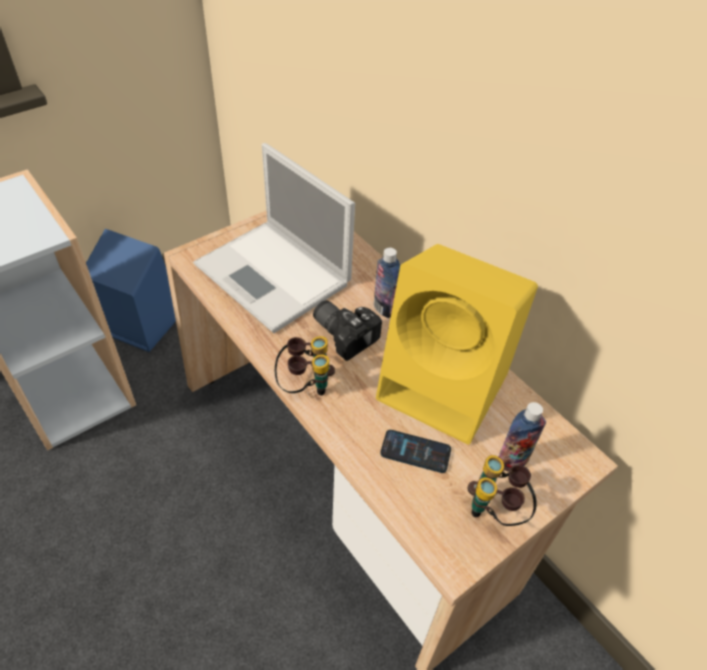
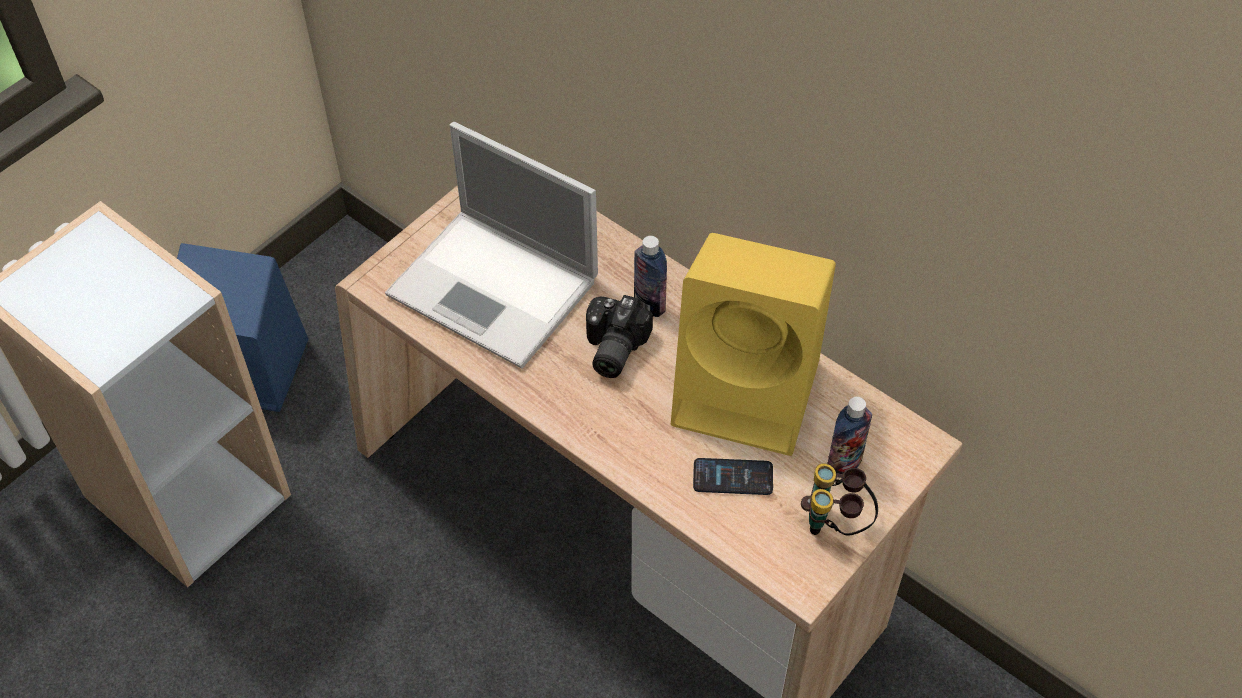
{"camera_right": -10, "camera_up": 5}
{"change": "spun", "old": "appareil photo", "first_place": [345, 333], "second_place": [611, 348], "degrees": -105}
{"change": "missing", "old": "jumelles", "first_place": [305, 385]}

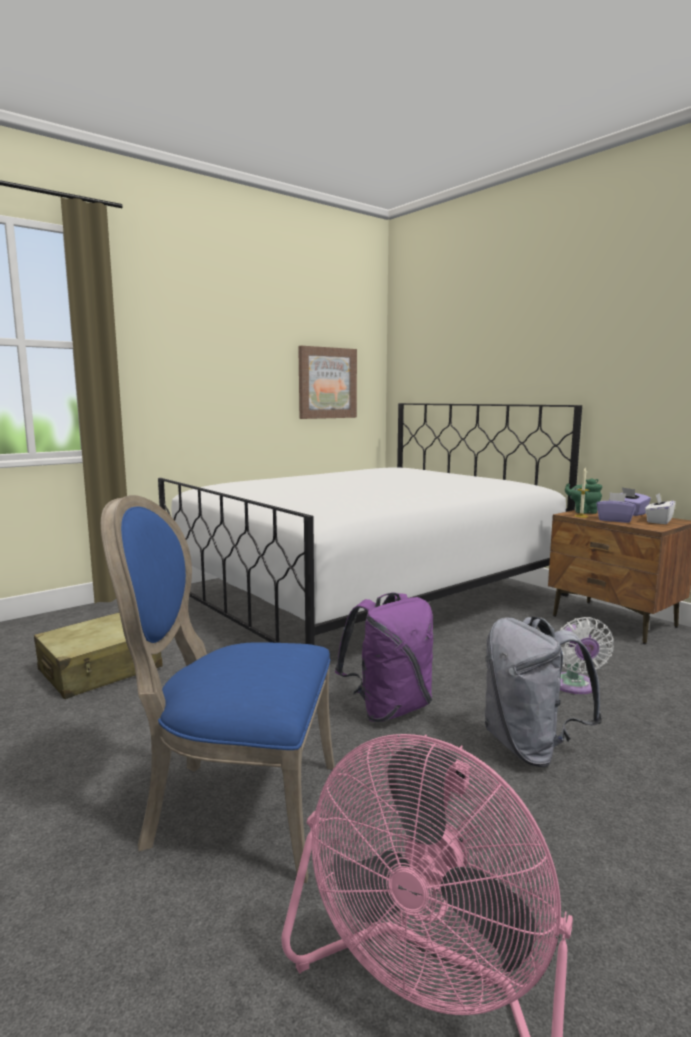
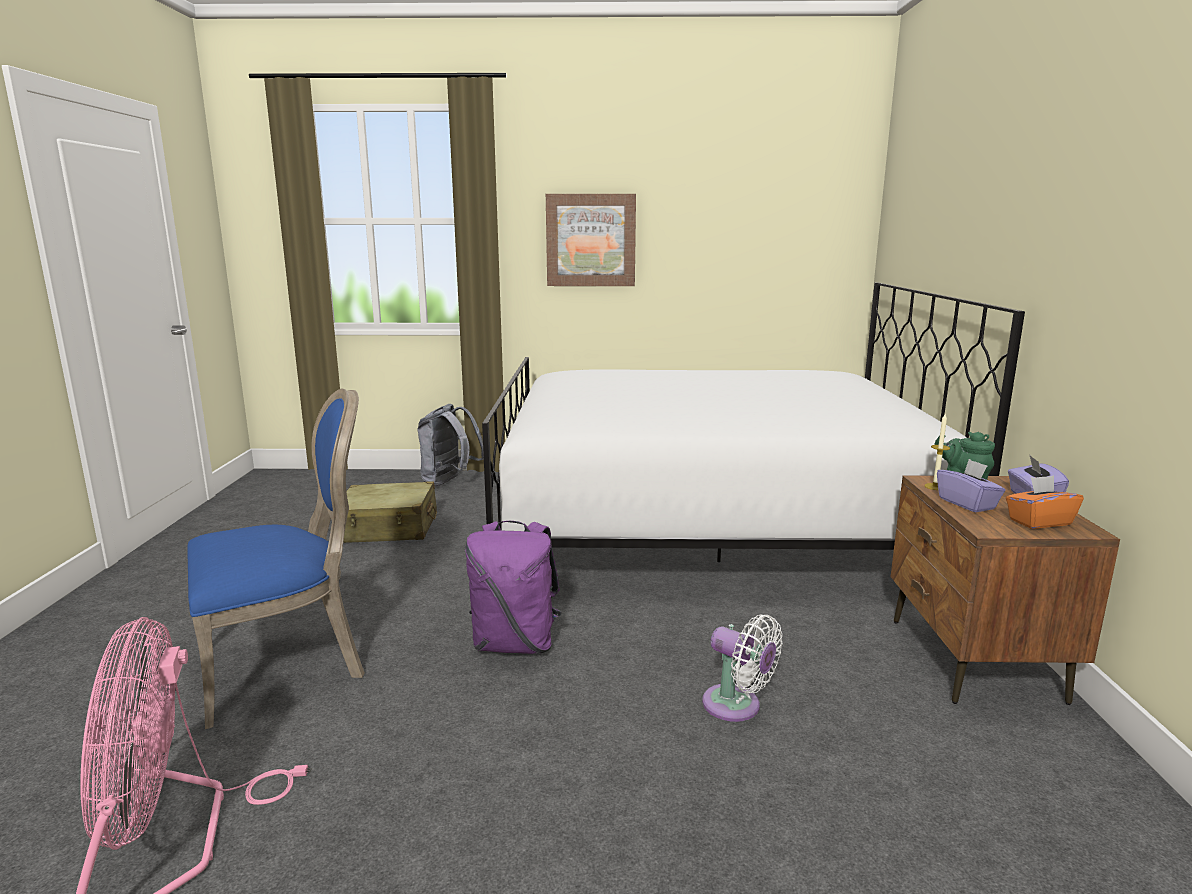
{"camera_right": 40, "camera_up": 5}
{"change": "relocated", "old": "tableau", "first_place": [327, 383], "second_place": [591, 240]}
{"change": "colour", "old": "boîte à mouchoirs [blanc]", "new": "boîte à mouchoirs [orange]", "first_place": [658, 521], "second_place": [1039, 522]}
{"change": "spun", "old": "chaise [bleu]", "first_place": [235, 809], "second_place": [288, 664], "degrees": 105}
{"change": "relocated", "old": "sac à dos [gris]", "first_place": [531, 748], "second_place": [449, 482]}
{"change": "spun", "old": "ventilateur [blanc]", "first_place": [574, 686], "second_place": [737, 706], "degrees": -90}

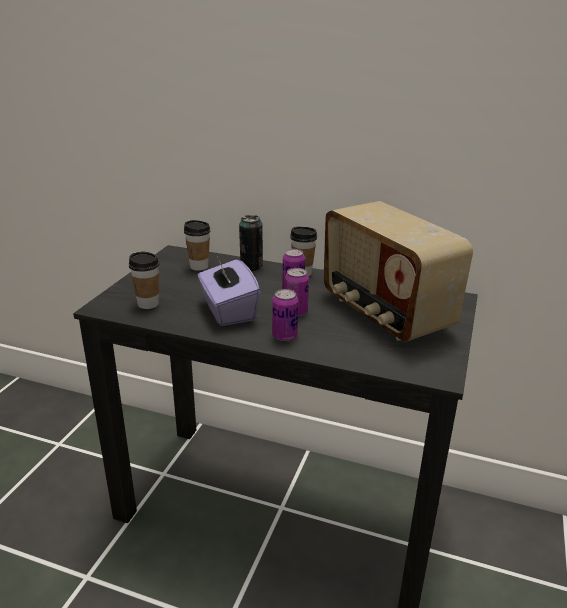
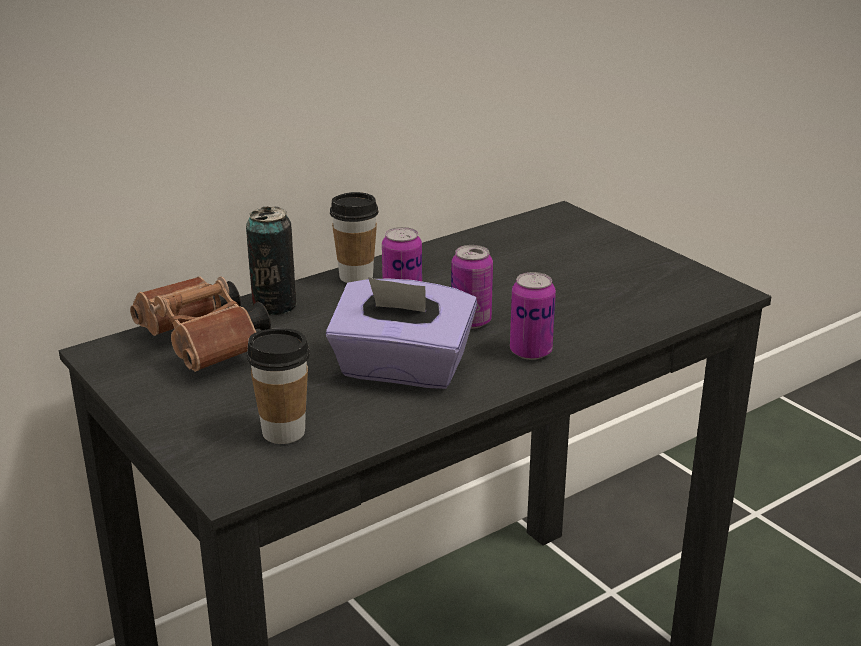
{"camera_right": -55, "camera_up": 0}
{"change": "missing", "old": "radio", "first_place": [384, 313]}
{"change": "exchanged", "old": "tasse", "new": "jumelles [marron]", "first_place": [199, 266], "second_place": [205, 347]}

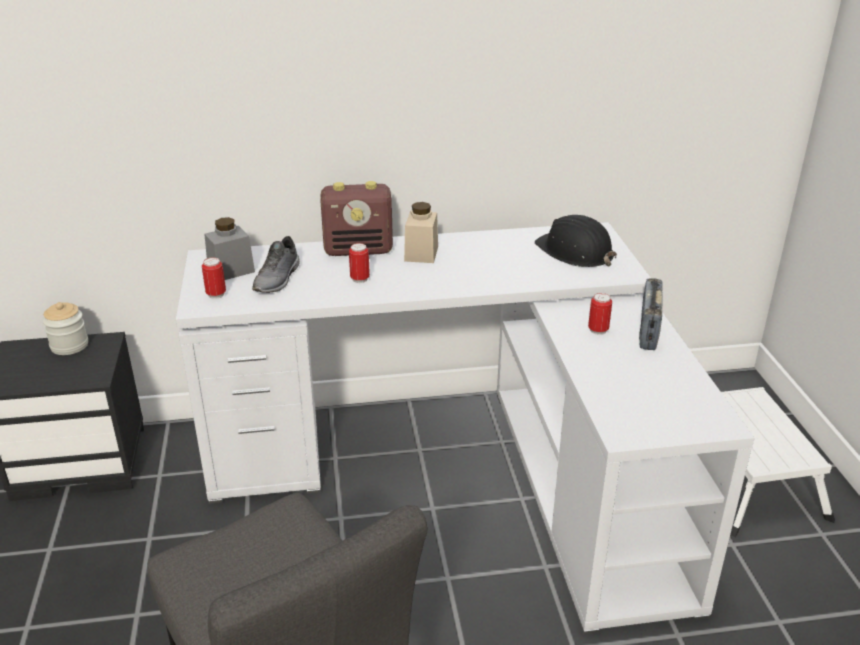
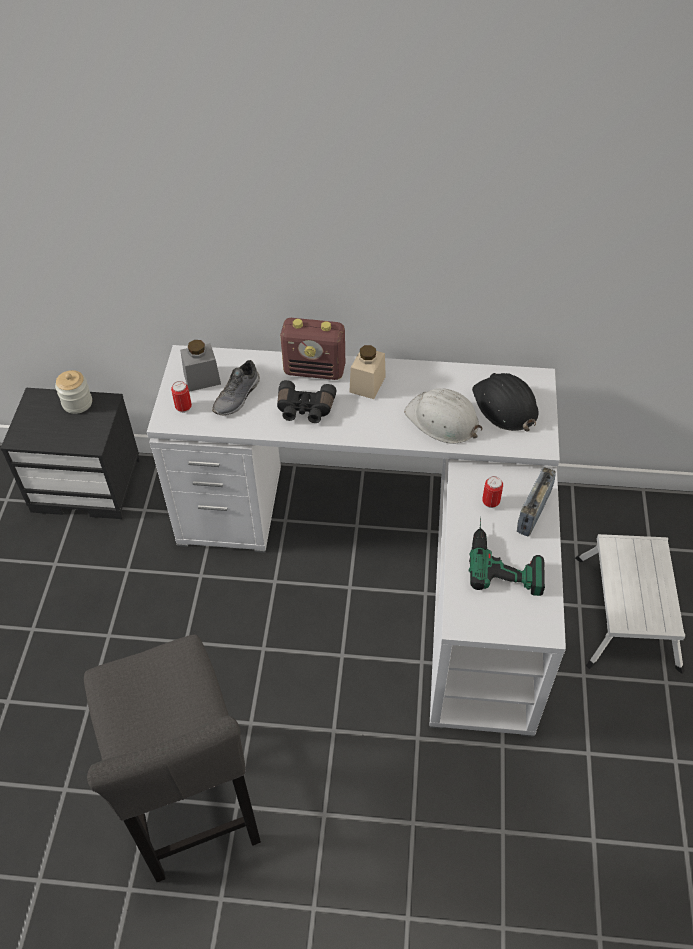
{"camera_right": 15, "camera_up": 20}
{"change": "exchanged", "old": "boîte métallique", "new": "jumelles [noir]", "first_place": [360, 279], "second_place": [304, 409]}
{"change": "appeared", "new": "casque de chantier [blanc]", "second_place": [442, 420]}
{"change": "appeared", "new": "perceuse", "second_place": [505, 558]}

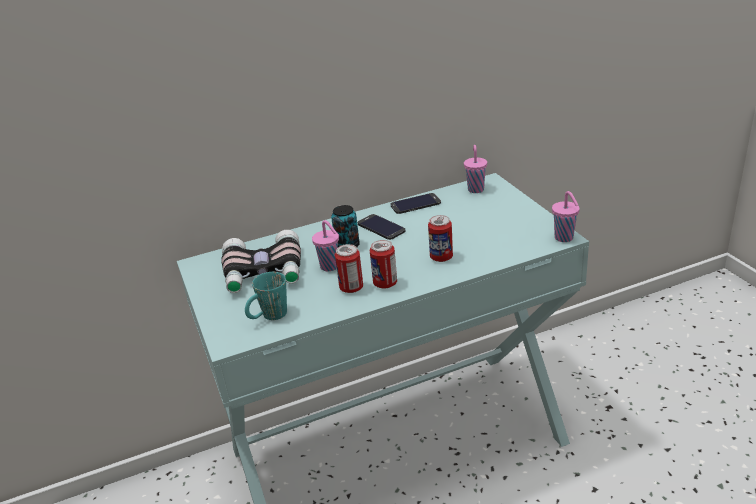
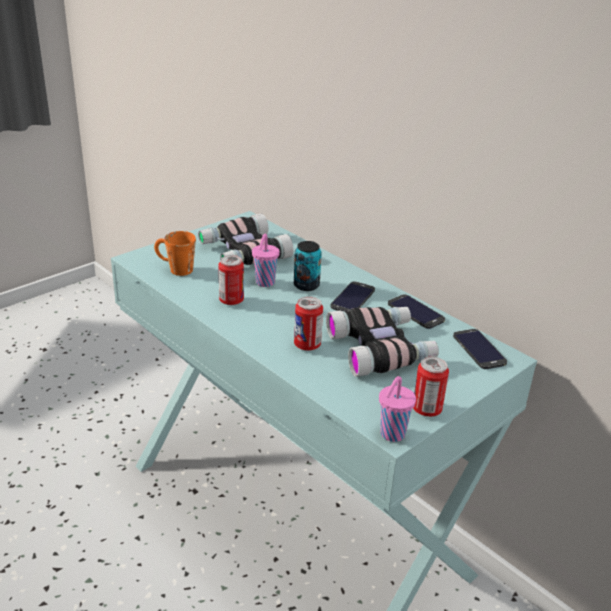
{"camera_right": 65, "camera_up": 0}
{"change": "exchanged", "old": "tasse [rose]", "new": "téléphone", "first_place": [475, 189], "second_place": [479, 349]}
{"change": "relocated", "old": "boîte métallique", "first_place": [385, 283], "second_place": [426, 409]}
{"change": "colour", "old": "mug [turquoise]", "new": "mug [orange]", "first_place": [269, 317], "second_place": [174, 269]}
{"change": "appeared", "new": "jumelles", "second_place": [382, 348]}

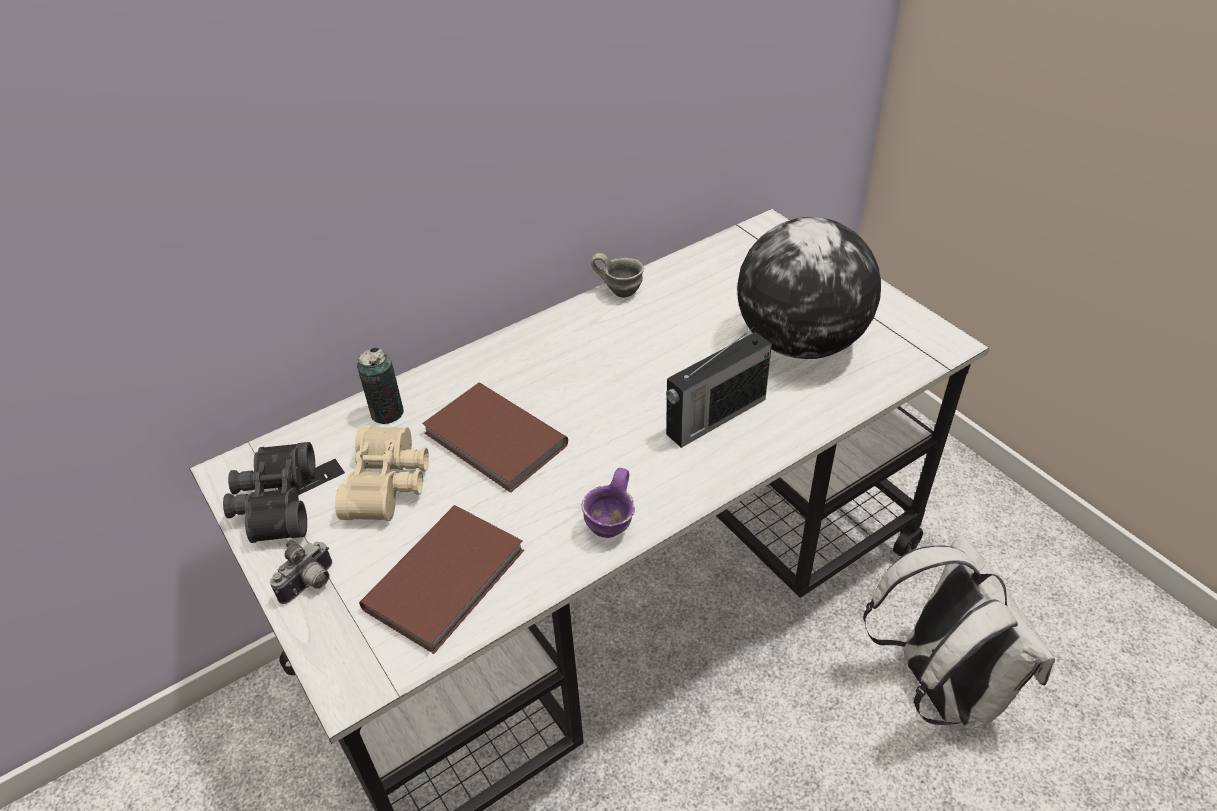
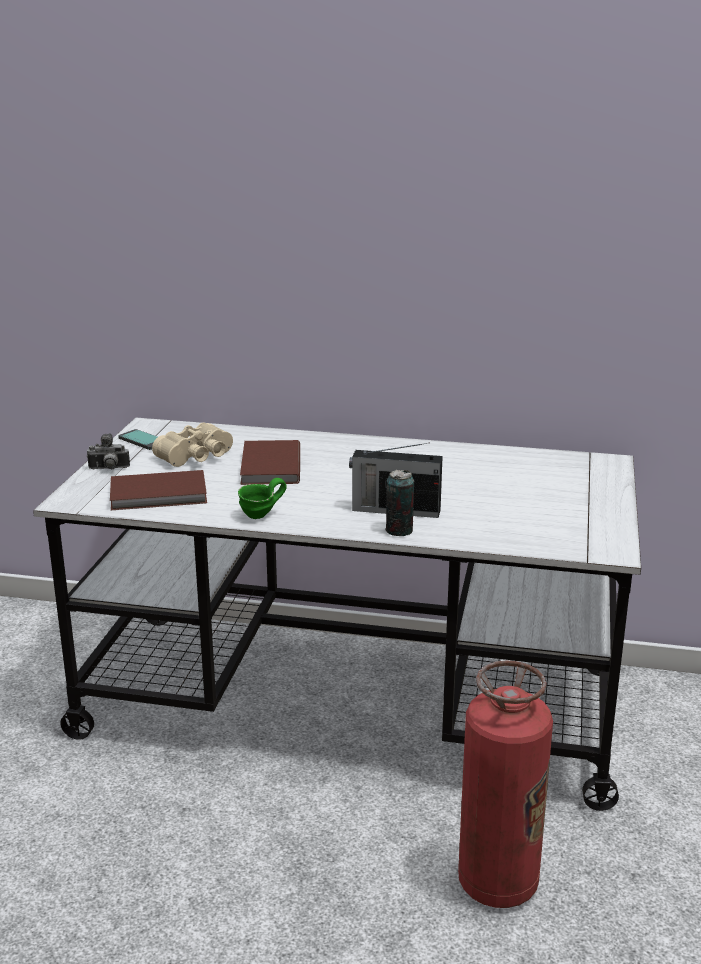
{"camera_right": 45, "camera_up": -20}
{"change": "missing", "old": "globe", "first_place": [800, 343]}
{"change": "missing", "old": "mug [gris]", "first_place": [620, 290]}
{"change": "relocated", "old": "boîte métallique", "first_place": [387, 413], "second_place": [399, 531]}
{"change": "exchanged", "old": "jumelles [noir]", "new": "téléphone", "first_place": [273, 503], "second_place": [143, 440]}
{"change": "colour", "old": "mug [violet]", "new": "mug [vert]", "first_place": [613, 526], "second_place": [261, 516]}
{"change": "exchanged", "old": "sac à dos [blanc]", "new": "extincteur", "first_place": [939, 687], "second_place": [497, 883]}

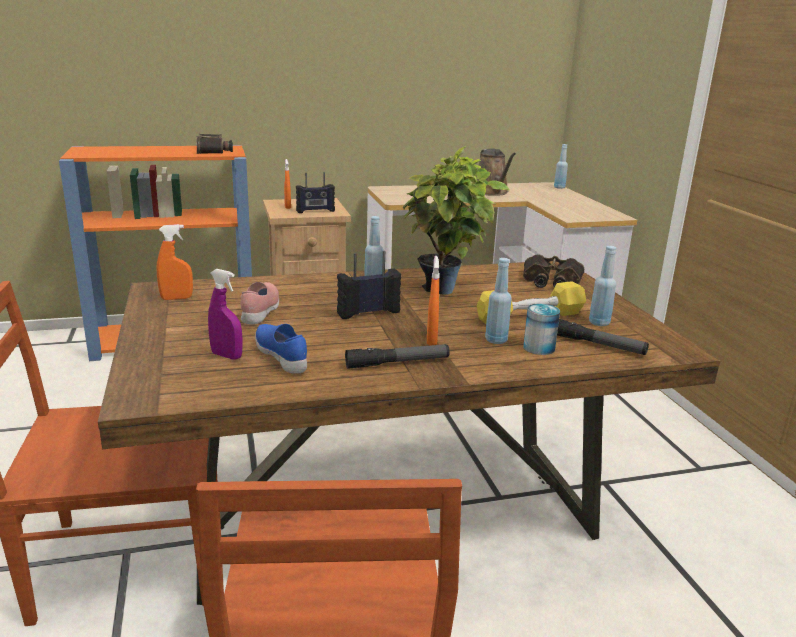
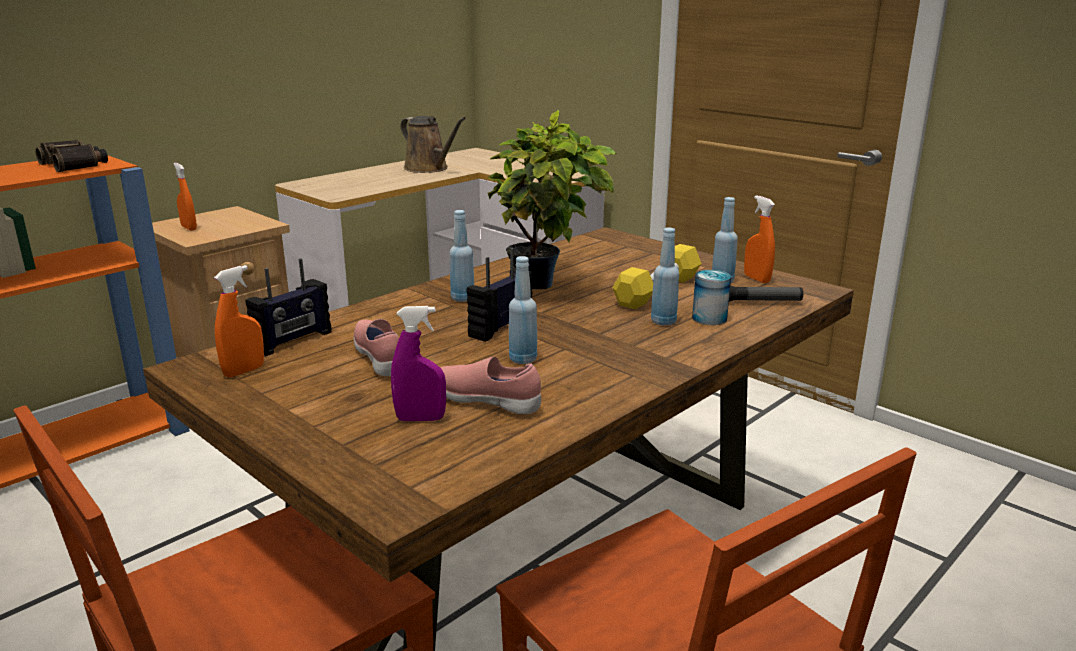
{"camera_right": -30, "camera_up": 0}
{"change": "relocated", "old": "bouteille [bleu]", "first_place": [559, 187], "second_place": [523, 359]}
{"change": "relocated", "old": "radio", "first_place": [315, 211], "second_place": [293, 341]}
{"change": "missing", "old": "jumelles", "first_place": [551, 281]}
{"change": "relocated", "old": "vaporisateur [orange]", "first_place": [431, 340], "second_place": [756, 279]}
{"change": "colour", "old": "chaussure [bleu]", "new": "chaussure [rose]", "first_place": [282, 358], "second_place": [487, 401]}
{"change": "missing", "old": "lampe de poche", "first_place": [397, 363]}

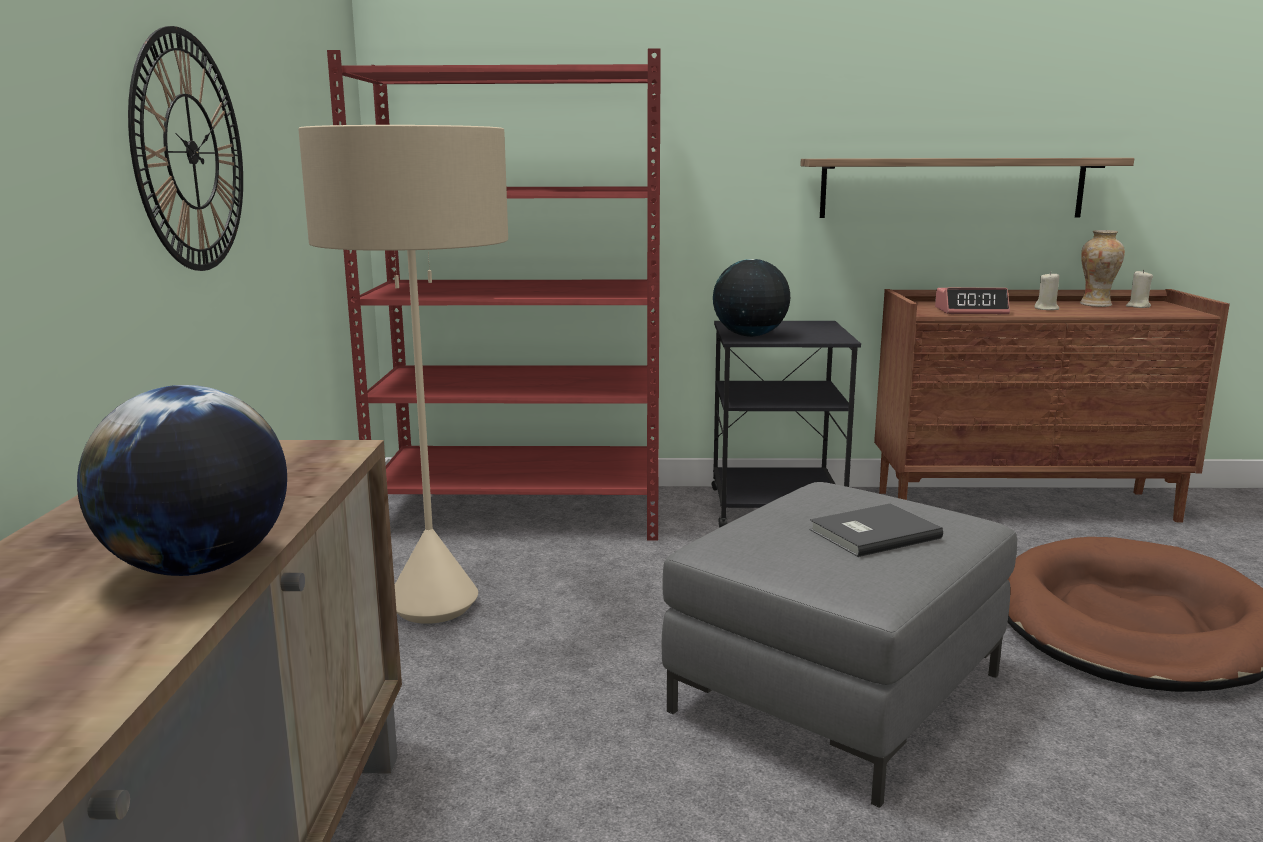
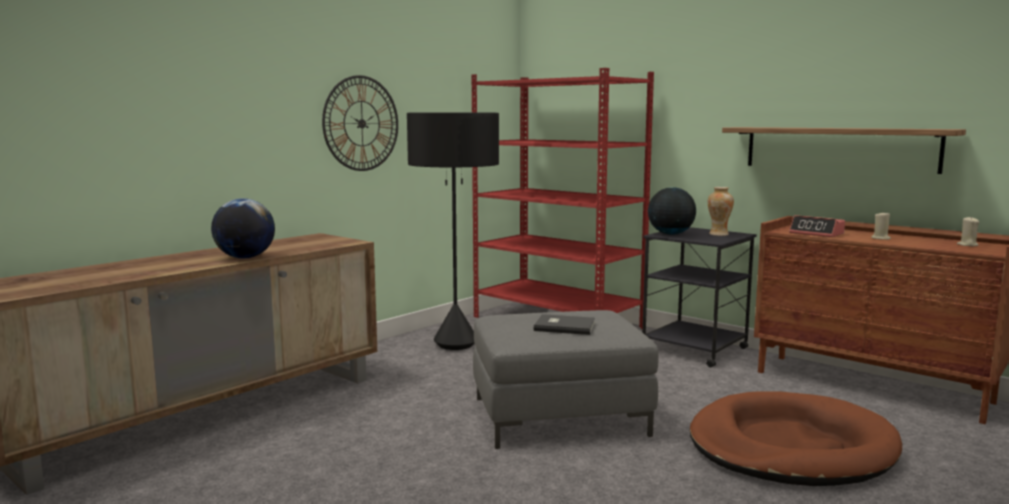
{"camera_right": 40, "camera_up": -5}
{"change": "colour", "old": "lampadaire [beige]", "new": "lampadaire [noir]", "first_place": [433, 607], "second_place": [455, 344]}
{"change": "relocated", "old": "vase", "first_place": [1096, 305], "second_place": [718, 234]}

